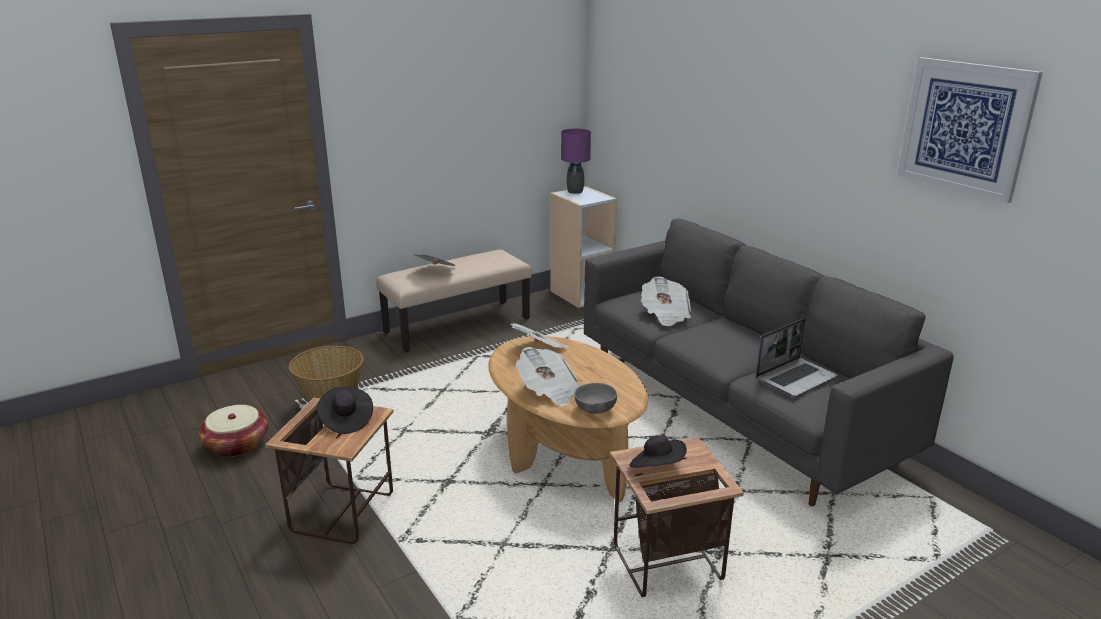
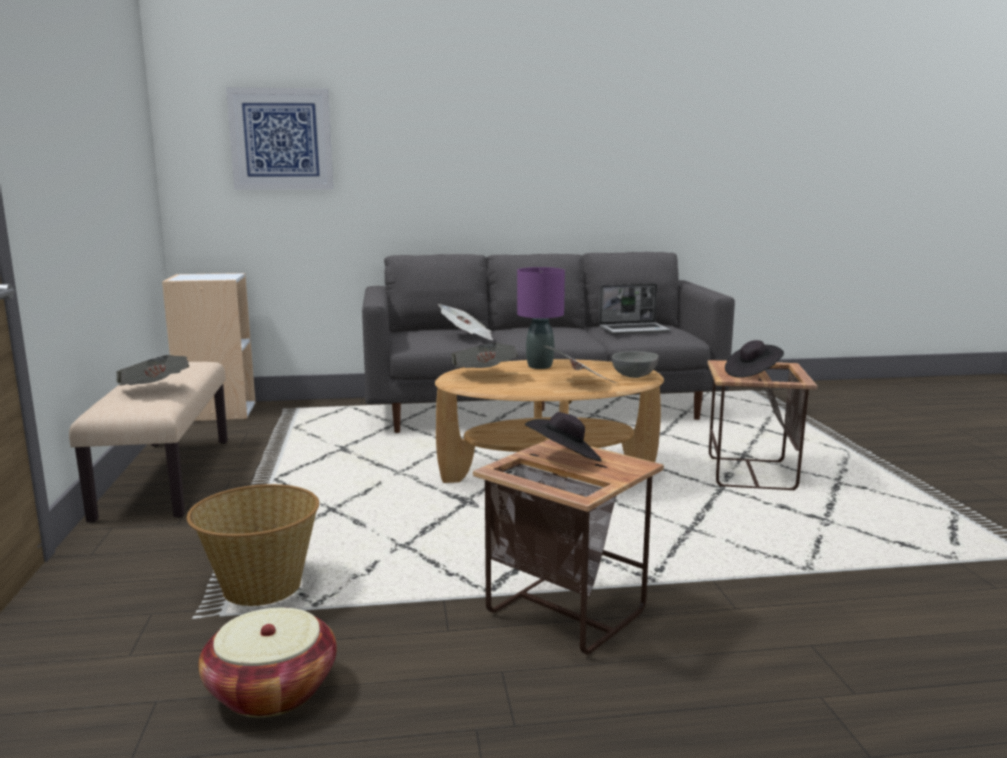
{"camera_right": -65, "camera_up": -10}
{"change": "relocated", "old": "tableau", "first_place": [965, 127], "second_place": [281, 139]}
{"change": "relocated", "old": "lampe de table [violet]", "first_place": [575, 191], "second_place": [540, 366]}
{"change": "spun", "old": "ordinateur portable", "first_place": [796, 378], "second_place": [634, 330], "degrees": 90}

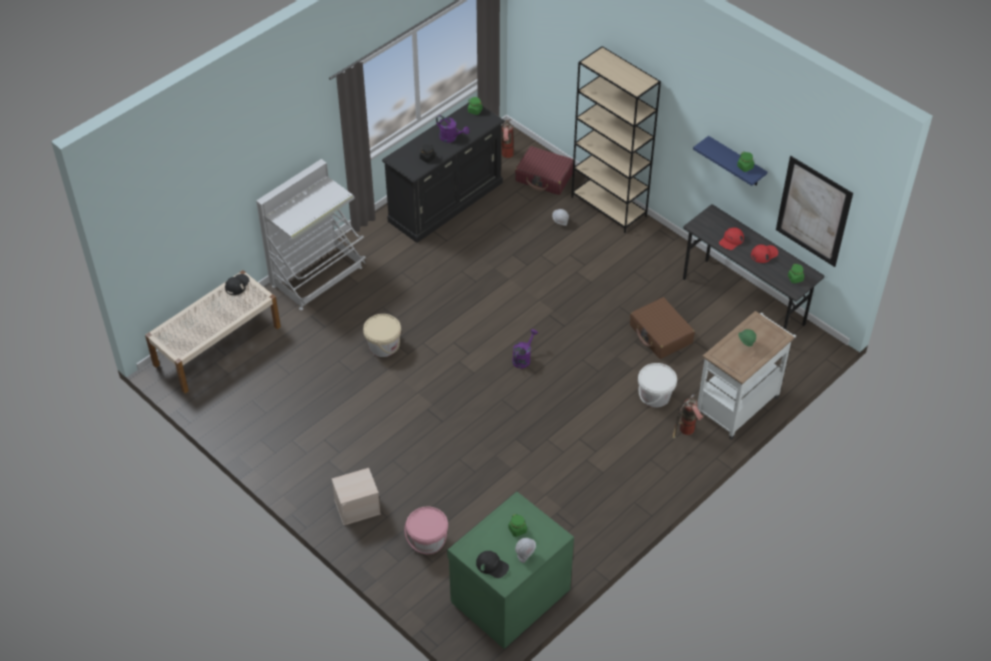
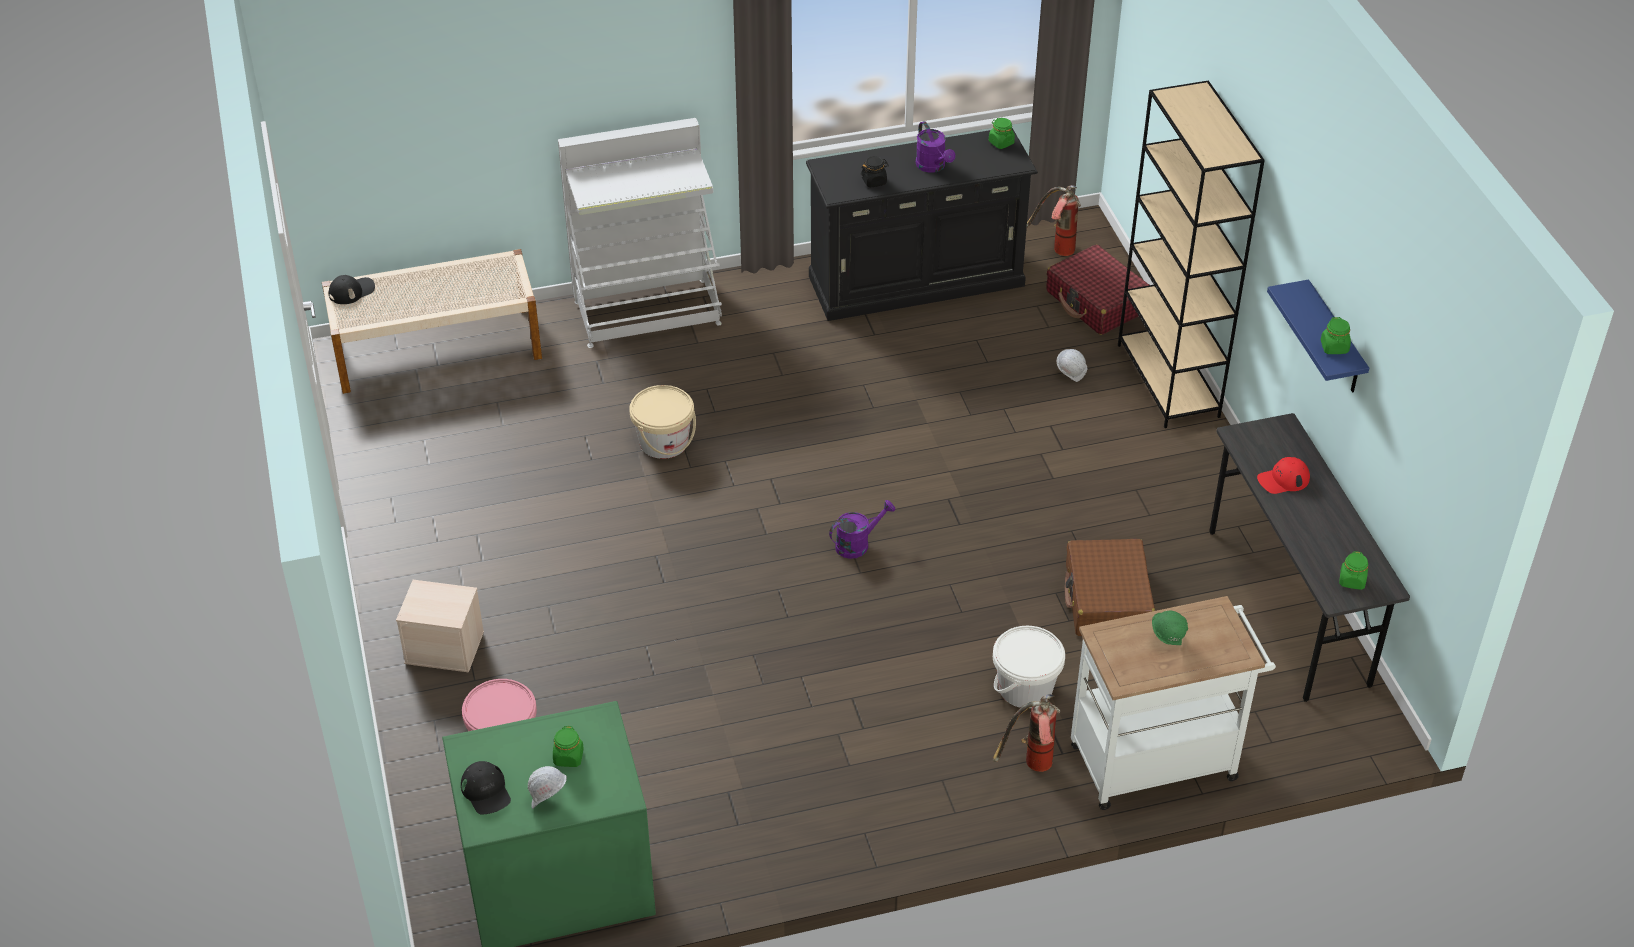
{"camera_right": 30, "camera_up": -5}
{"change": "missing", "old": "tableau", "first_place": [813, 211]}
{"change": "missing", "old": "casquette [rouge]", "first_place": [764, 254]}
{"change": "relocated", "old": "casquette [noir]", "first_place": [237, 285], "second_place": [352, 291]}

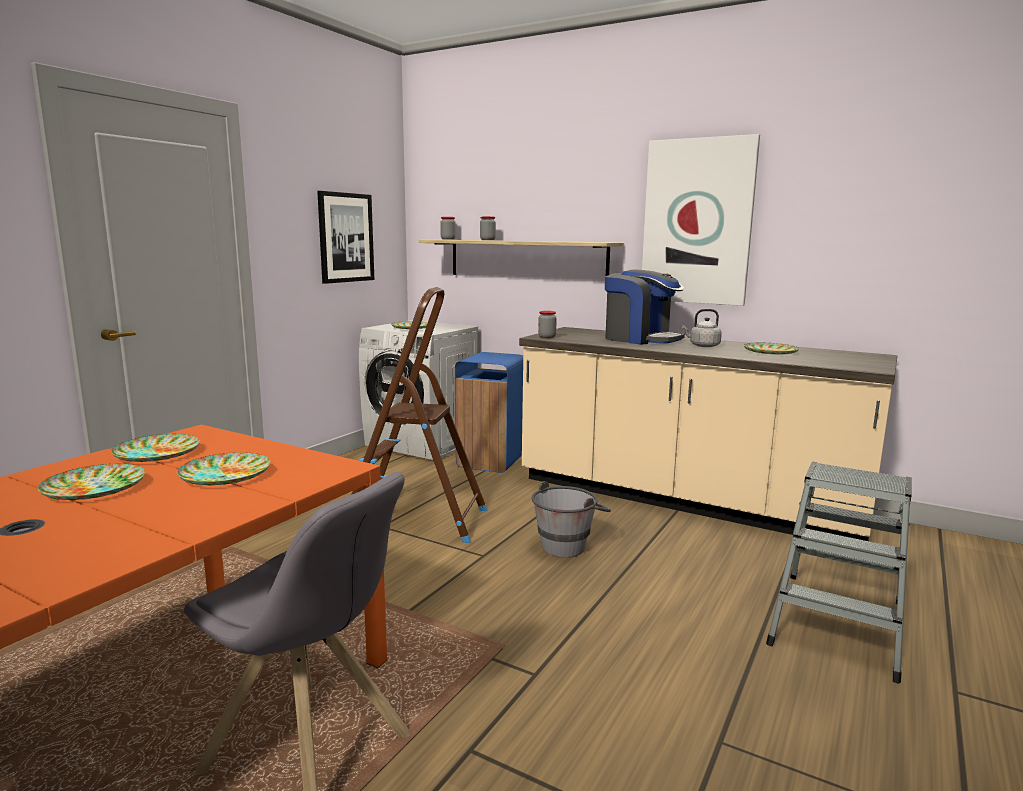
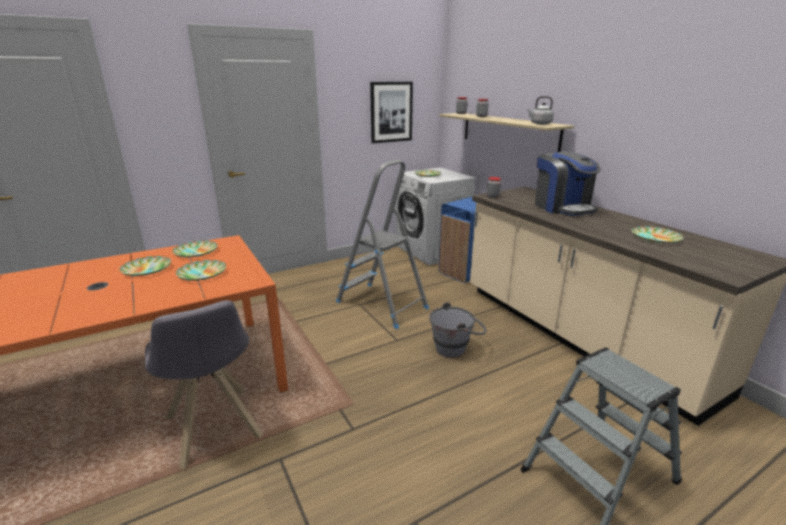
{"camera_right": 30, "camera_up": 10}
{"change": "missing", "old": "tableau", "first_place": [697, 222]}
{"change": "colour", "old": "escabeau [marron]", "new": "escabeau [gris]", "first_place": [414, 519], "second_place": [380, 304]}
{"change": "relocated", "old": "bouilloire [gris]", "first_place": [702, 346], "second_place": [539, 124]}

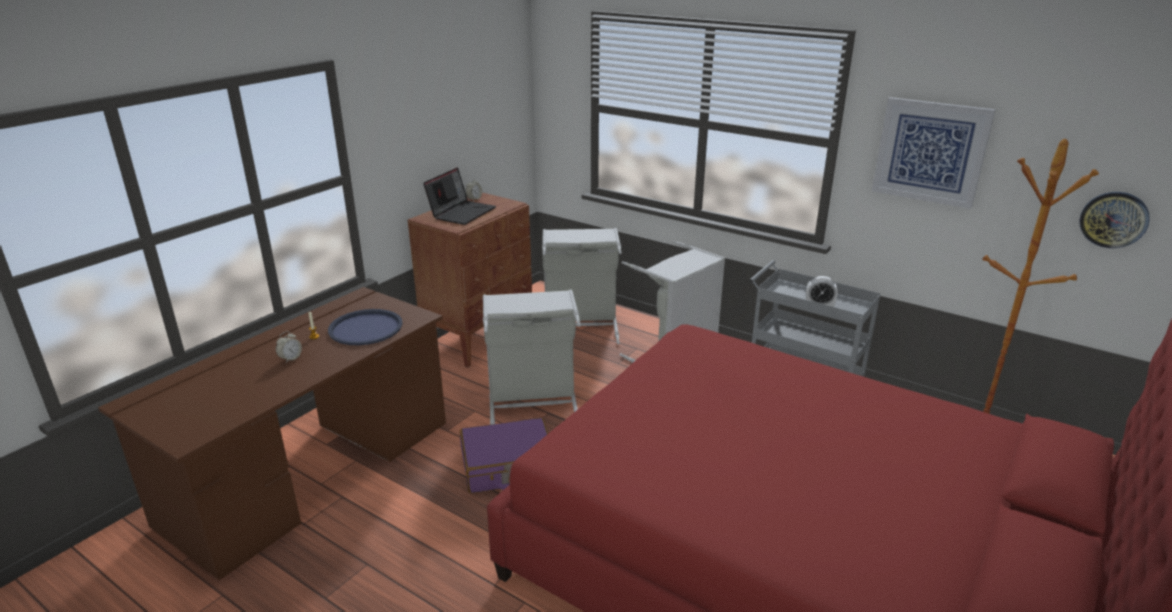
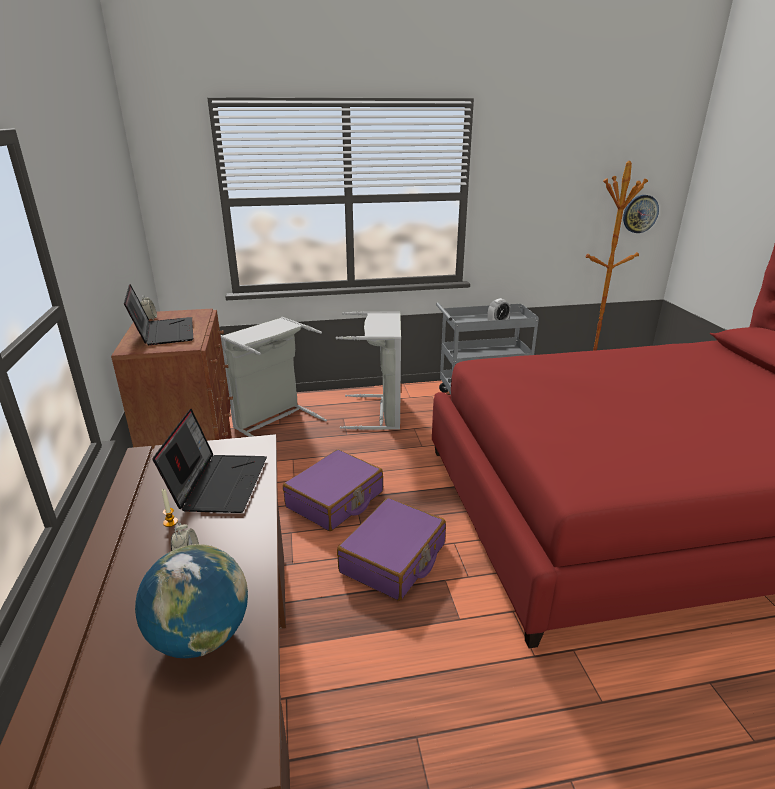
{"camera_right": -45, "camera_up": 0}
{"change": "missing", "old": "tableau", "first_place": [930, 152]}
{"change": "exchanged", "old": "panier à linge [gris]", "new": "valise [violet]", "first_place": [533, 406], "second_place": [335, 500]}
{"change": "exchanged", "old": "plateau [bleu]", "new": "ordinateur portable", "first_place": [365, 328], "second_place": [218, 483]}
{"change": "appeared", "new": "globe", "second_place": [201, 637]}

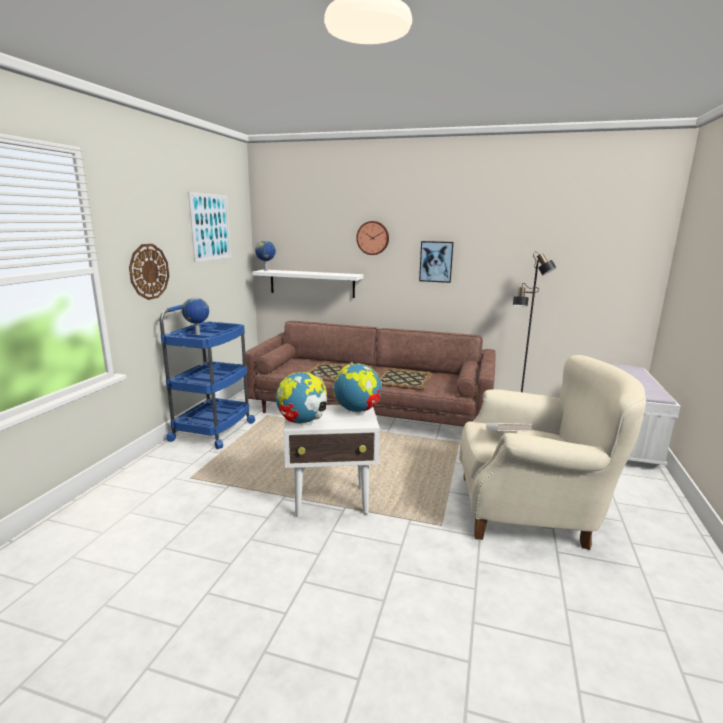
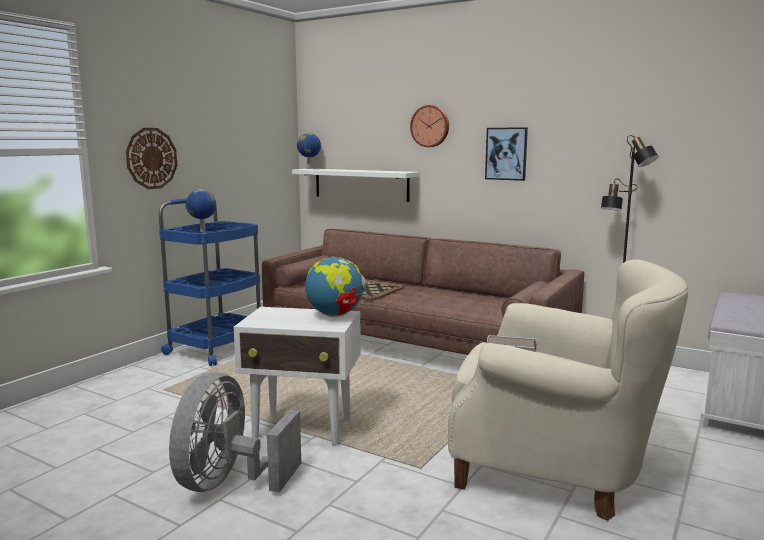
{"camera_right": 15, "camera_up": -5}
{"change": "missing", "old": "tableau", "first_place": [210, 227]}
{"change": "missing", "old": "plateau", "first_place": [403, 379]}
{"change": "missing", "old": "globe", "first_place": [302, 422]}
{"change": "appeared", "new": "ventilateur [gris]", "second_place": [229, 483]}

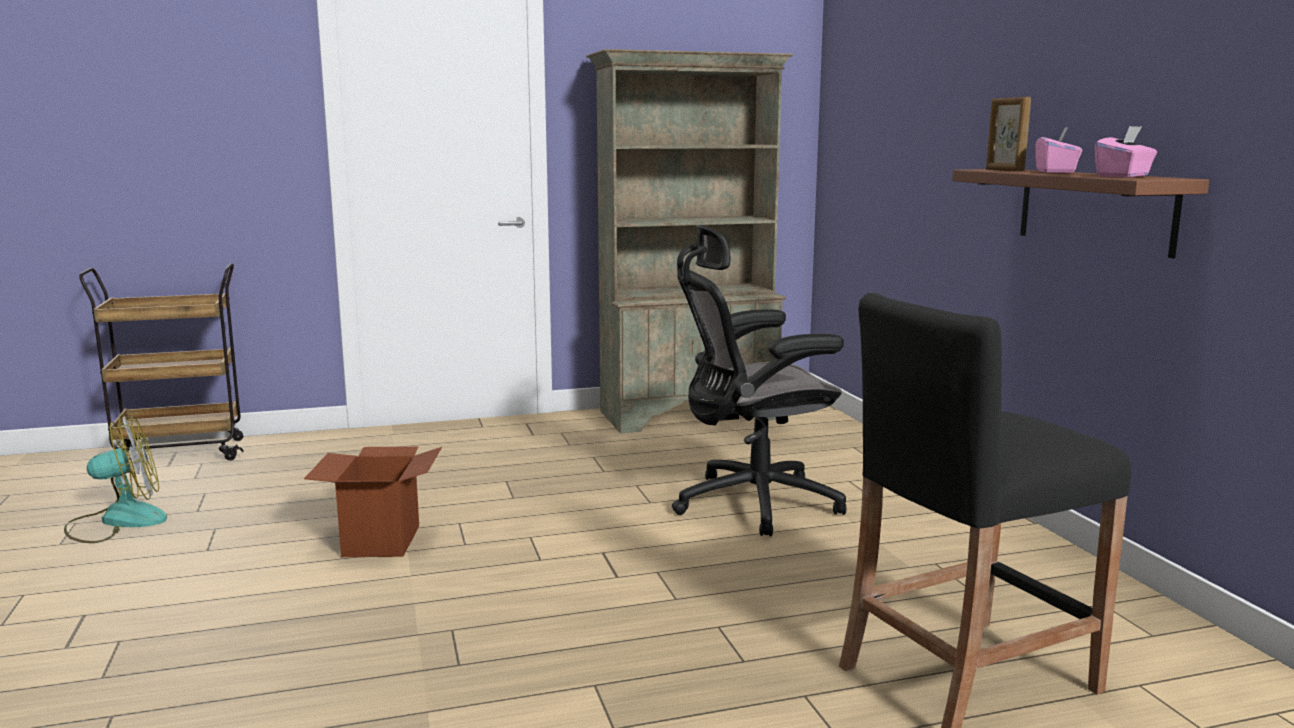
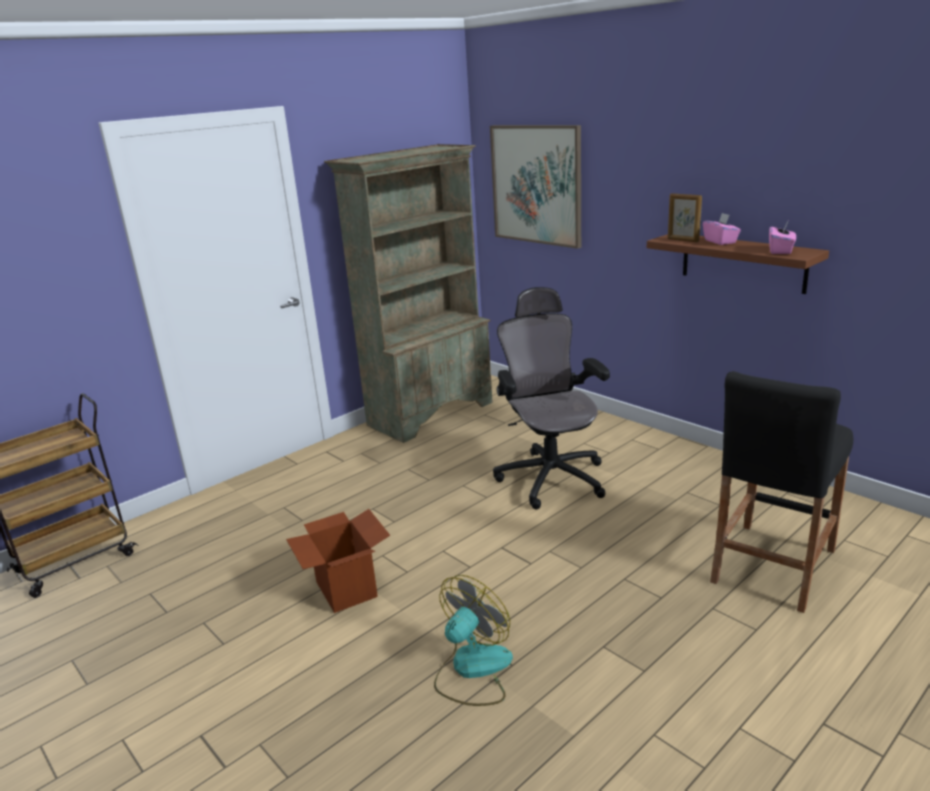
{"camera_right": -25, "camera_up": 10}
{"change": "spun", "old": "chaise de bureau", "first_place": [756, 504], "second_place": [551, 479], "degrees": 120}
{"change": "relocated", "old": "ventilateur", "first_place": [117, 521], "second_place": [472, 670]}
{"change": "appeared", "new": "tableau", "second_place": [536, 185]}

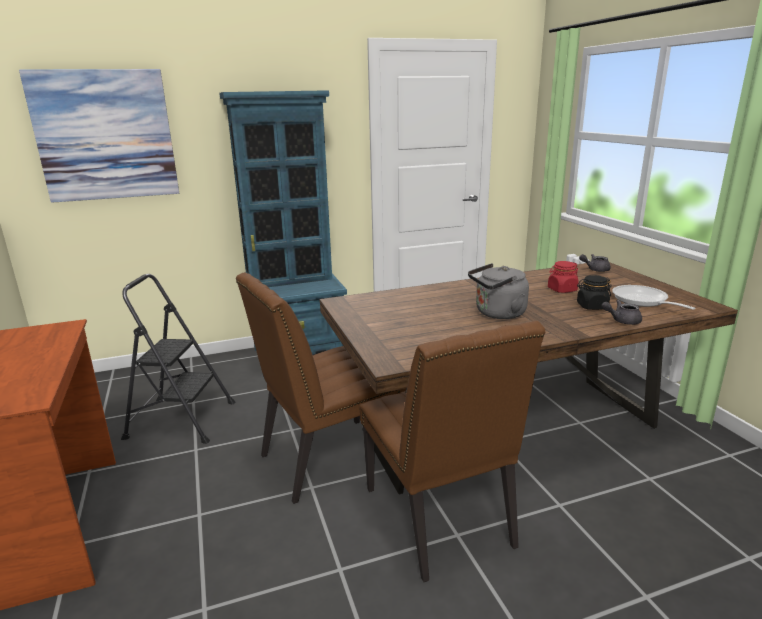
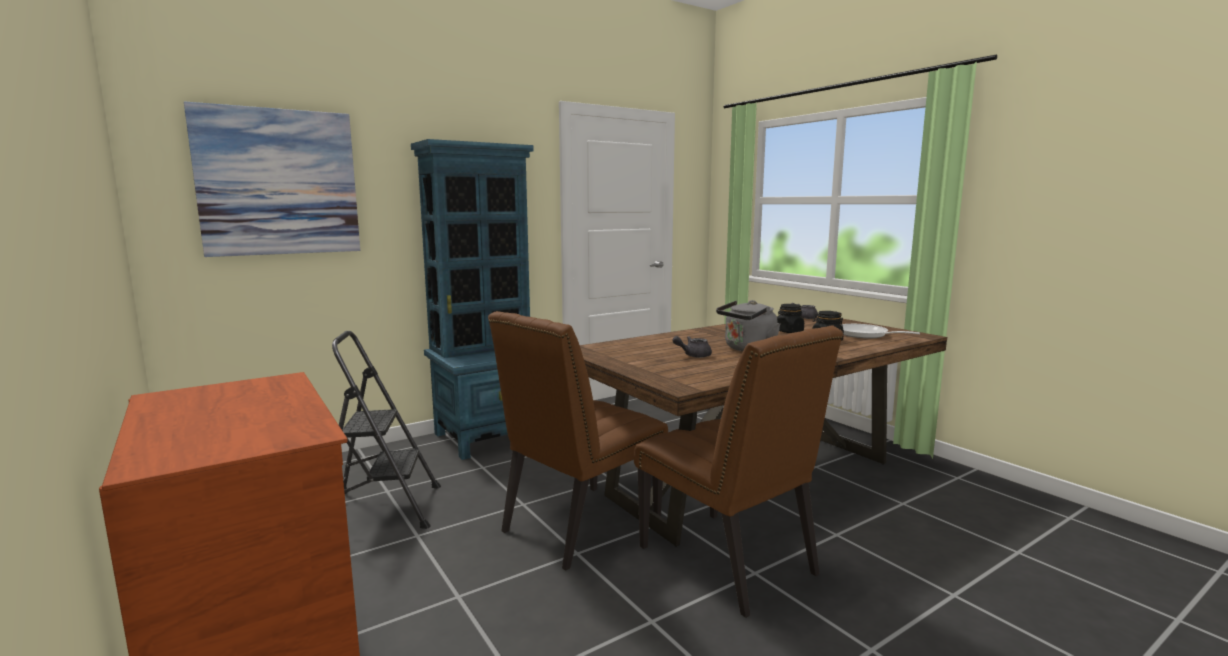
{"camera_right": -15, "camera_up": -10}
{"change": "colour", "old": "bocal [rouge]", "new": "bocal [noir]", "first_place": [562, 290], "second_place": [789, 331]}
{"change": "relocated", "old": "théière [gris]", "first_place": [621, 321], "second_place": [693, 355]}

